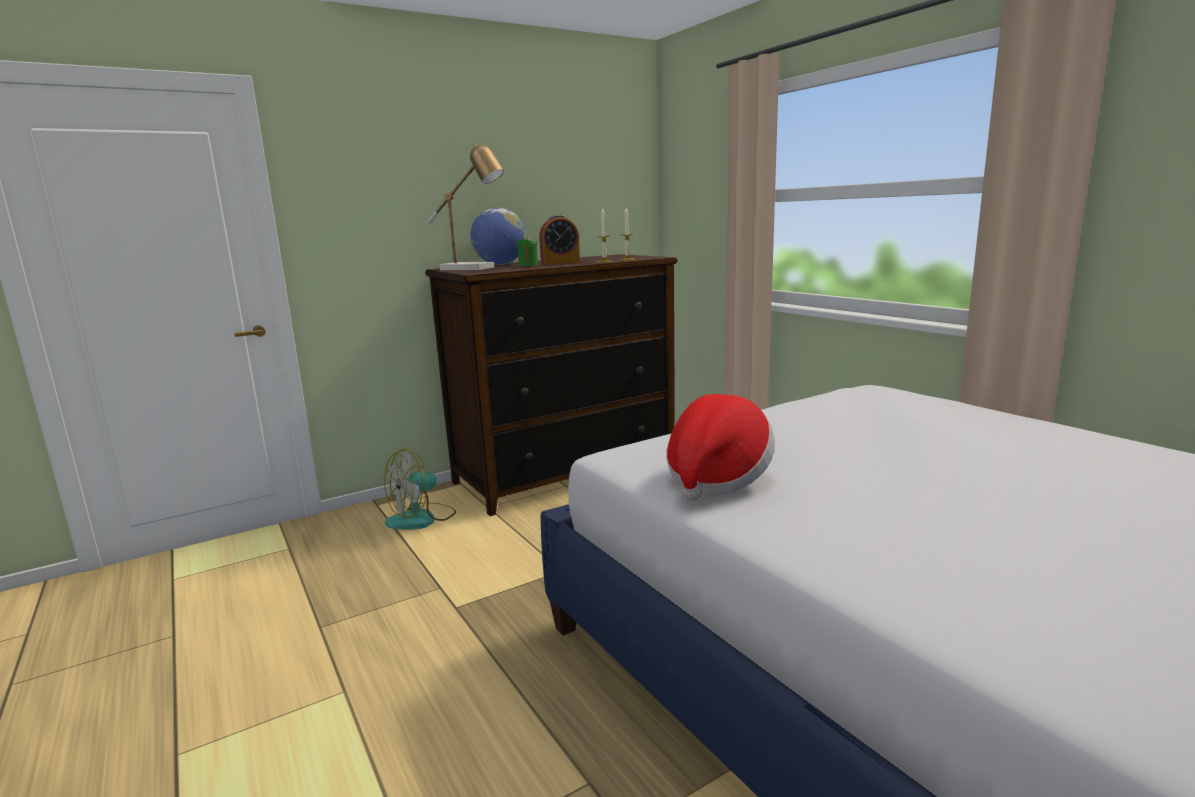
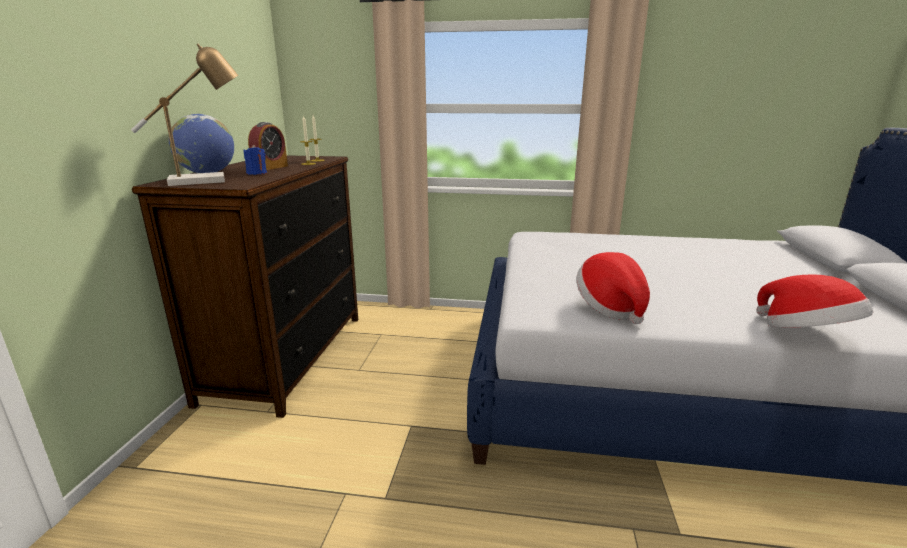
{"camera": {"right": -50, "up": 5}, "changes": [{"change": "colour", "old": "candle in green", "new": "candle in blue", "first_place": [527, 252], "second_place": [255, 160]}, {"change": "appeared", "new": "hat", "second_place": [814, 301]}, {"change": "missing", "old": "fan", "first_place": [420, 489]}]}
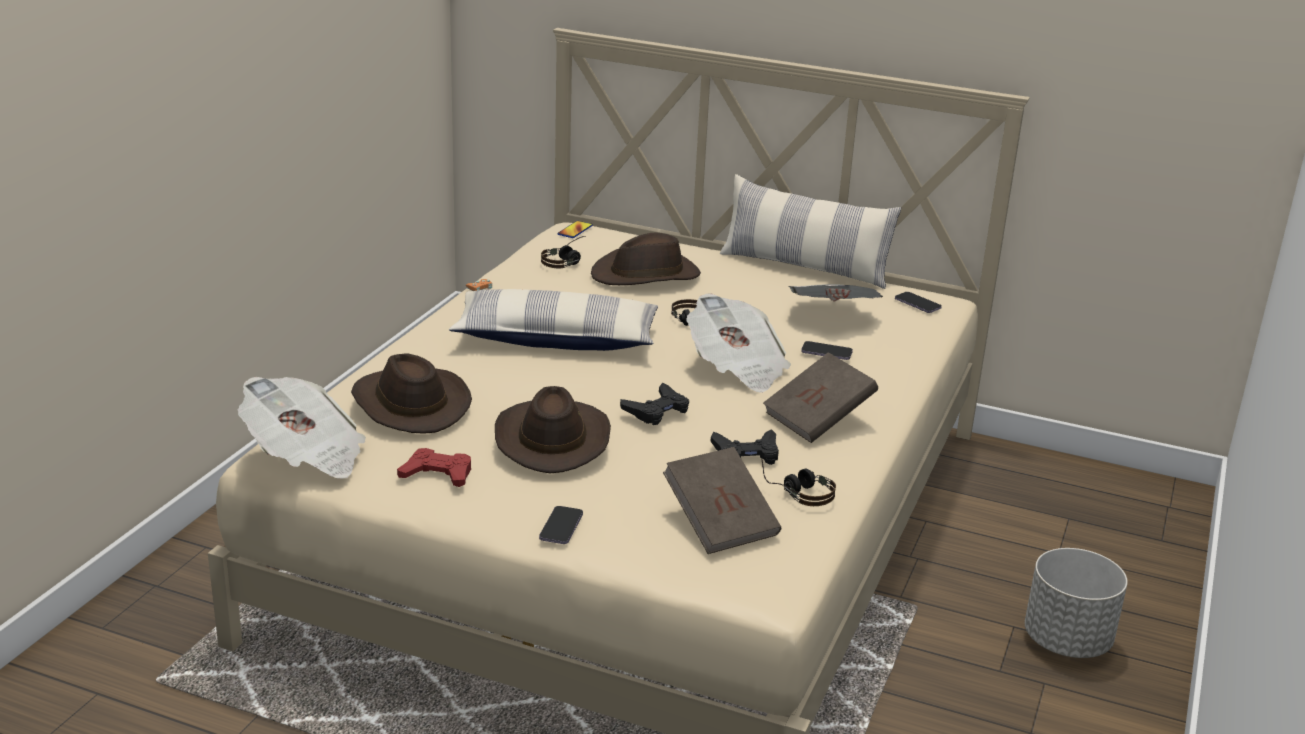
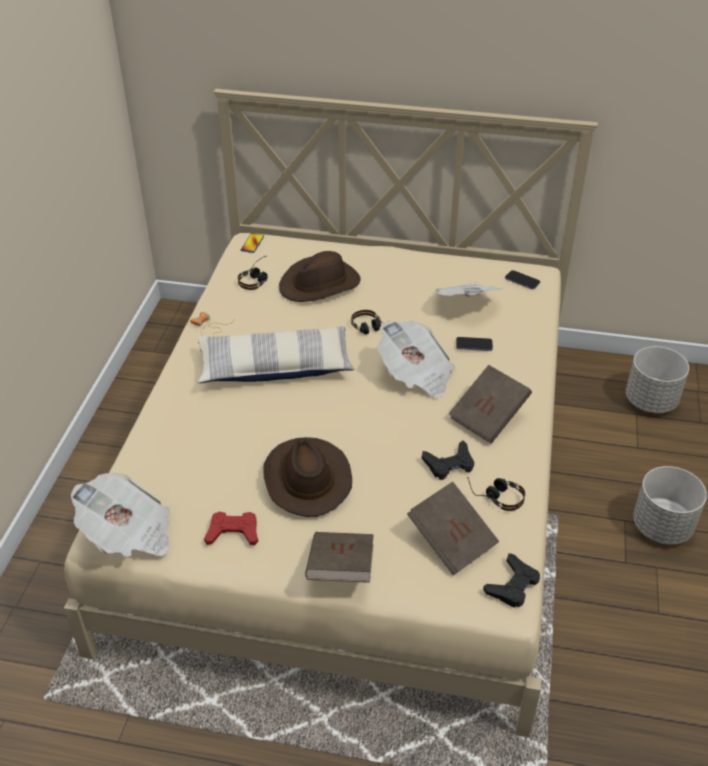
{"camera": {"right": -10, "up": 15}, "changes": [{"change": "exchanged", "old": "phone", "new": "book in brown", "first_place": [561, 525], "second_place": [339, 557]}, {"change": "relocated", "old": "game controller in black", "first_place": [654, 404], "second_place": [511, 580]}, {"change": "appeared", "new": "planter in grey", "second_place": [657, 379]}, {"change": "missing", "old": "hat in brown", "first_place": [411, 393]}, {"change": "missing", "old": "pillow", "first_place": [810, 231]}]}
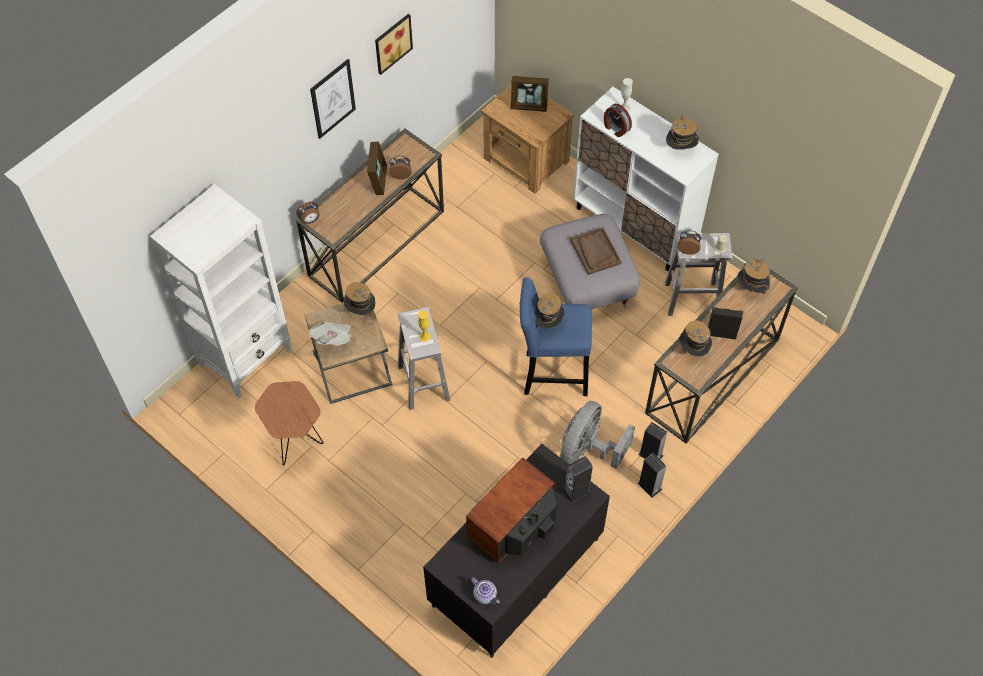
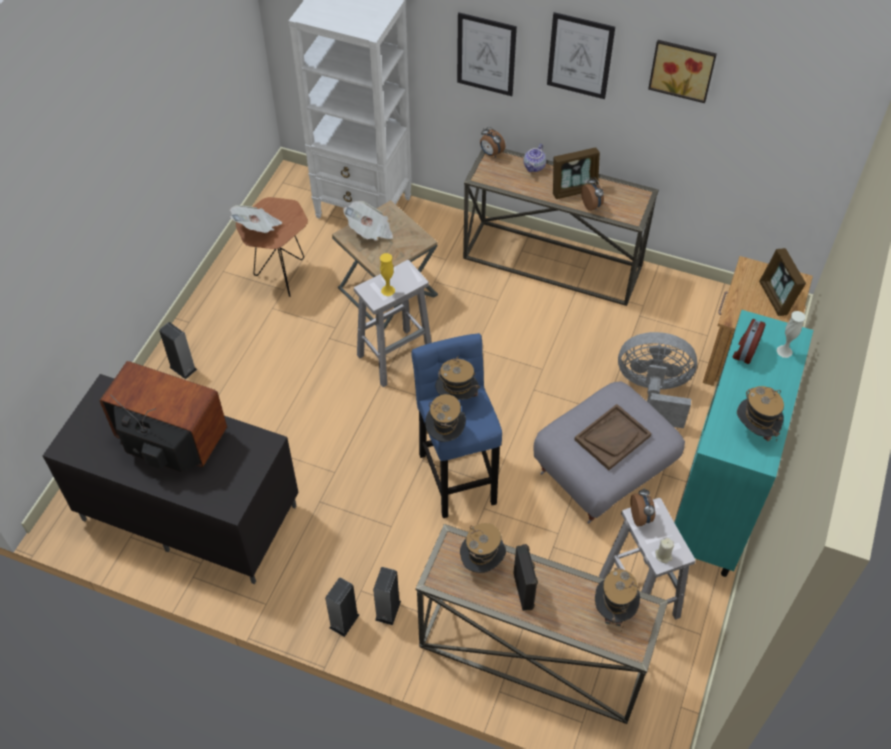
{"camera": {"right": 70, "up": -5}, "changes": [{"change": "relocated", "old": "speaker", "first_place": [578, 479], "second_place": [178, 350]}, {"change": "appeared", "new": "newspaper", "second_place": [256, 219]}, {"change": "relocated", "old": "hat", "first_place": [359, 298], "second_place": [445, 418]}, {"change": "appeared", "new": "picture", "second_place": [487, 54]}, {"change": "relocated", "old": "teapot", "first_place": [485, 591], "second_place": [535, 158]}, {"change": "relocated", "old": "fan in grey", "first_place": [597, 435], "second_place": [657, 380]}, {"change": "colour", "old": "cabinet in white", "new": "cabinet in turquoise", "first_place": [646, 179], "second_place": [743, 443]}]}
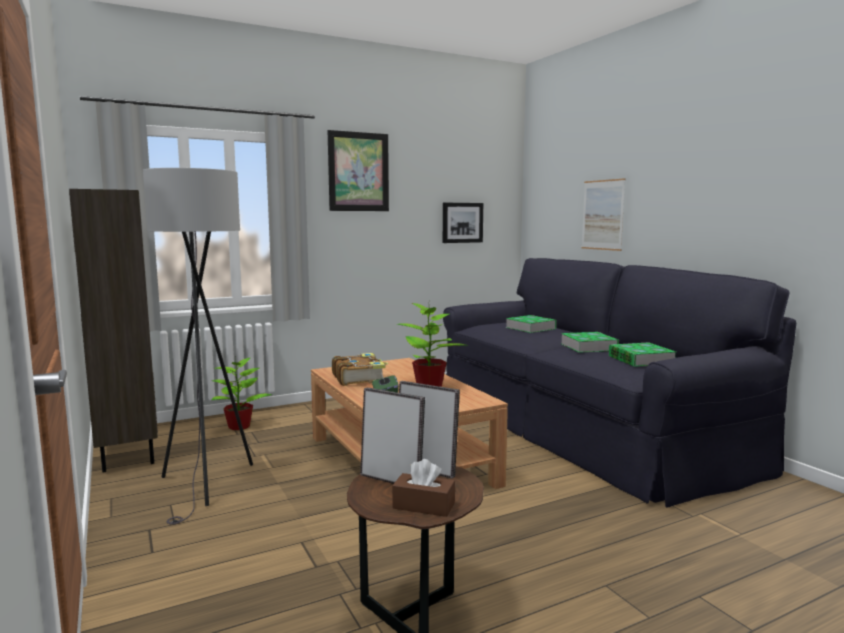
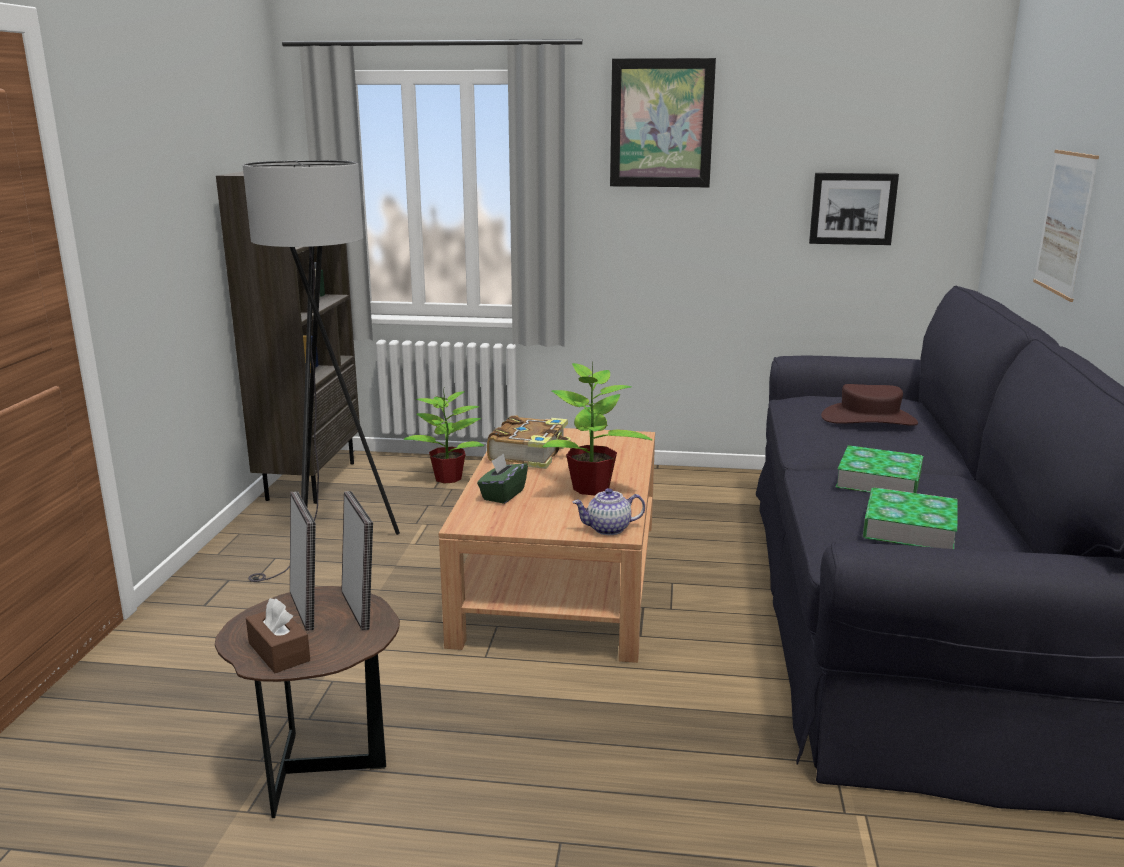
{"camera": {"right": 35, "up": 10}, "changes": [{"change": "appeared", "new": "teapot", "second_place": [609, 511]}, {"change": "exchanged", "old": "book", "new": "hat in brown", "first_place": [531, 324], "second_place": [869, 405]}]}
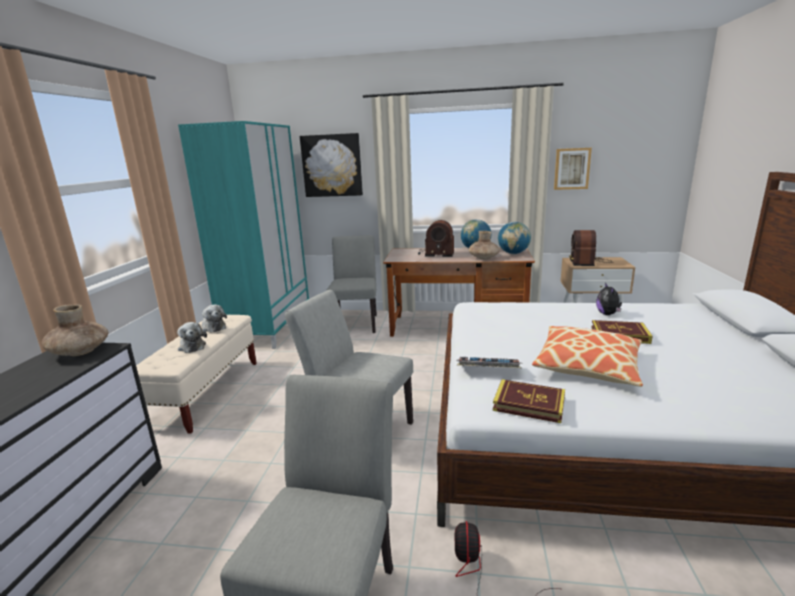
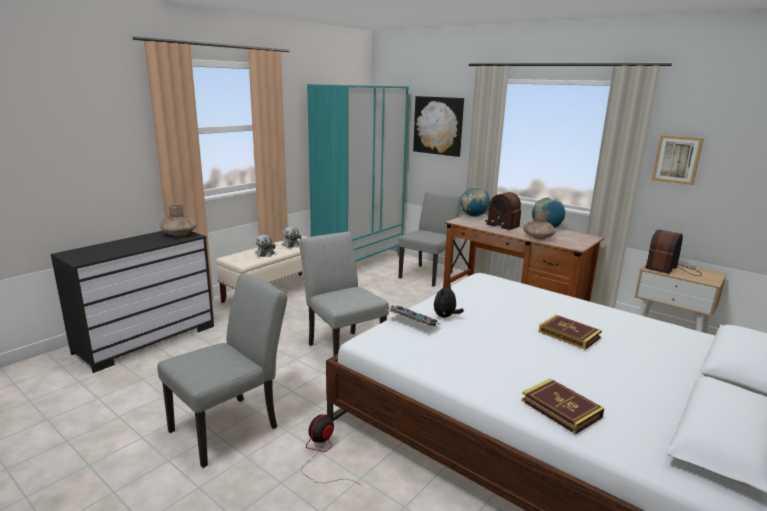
{"camera": {"right": 30, "up": 0}, "changes": [{"change": "relocated", "old": "plush toy", "first_place": [609, 298], "second_place": [449, 301]}, {"change": "relocated", "old": "globe", "first_place": [514, 238], "second_place": [475, 202]}, {"change": "relocated", "old": "book", "first_place": [529, 401], "second_place": [563, 406]}, {"change": "missing", "old": "pillow", "first_place": [587, 356]}]}
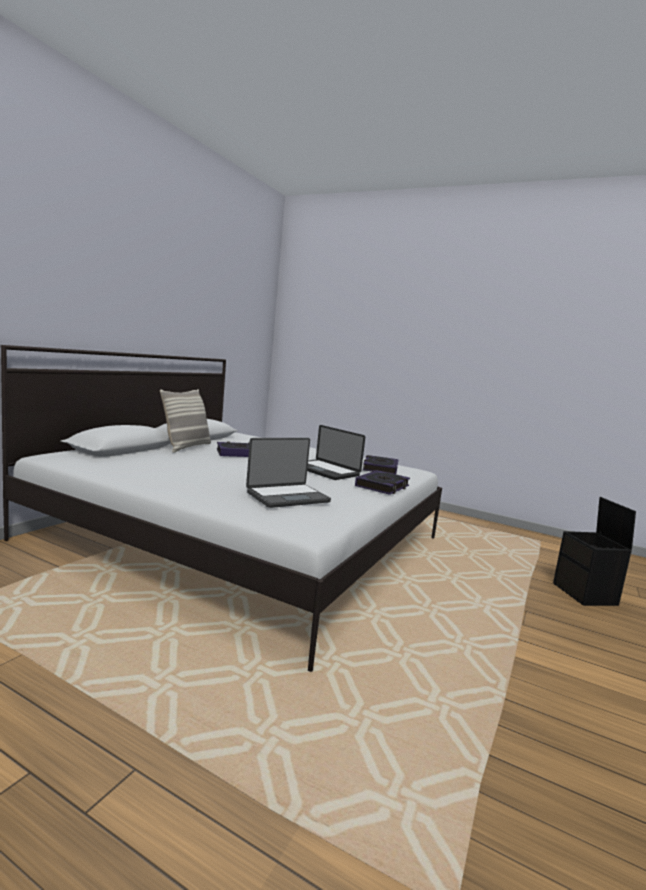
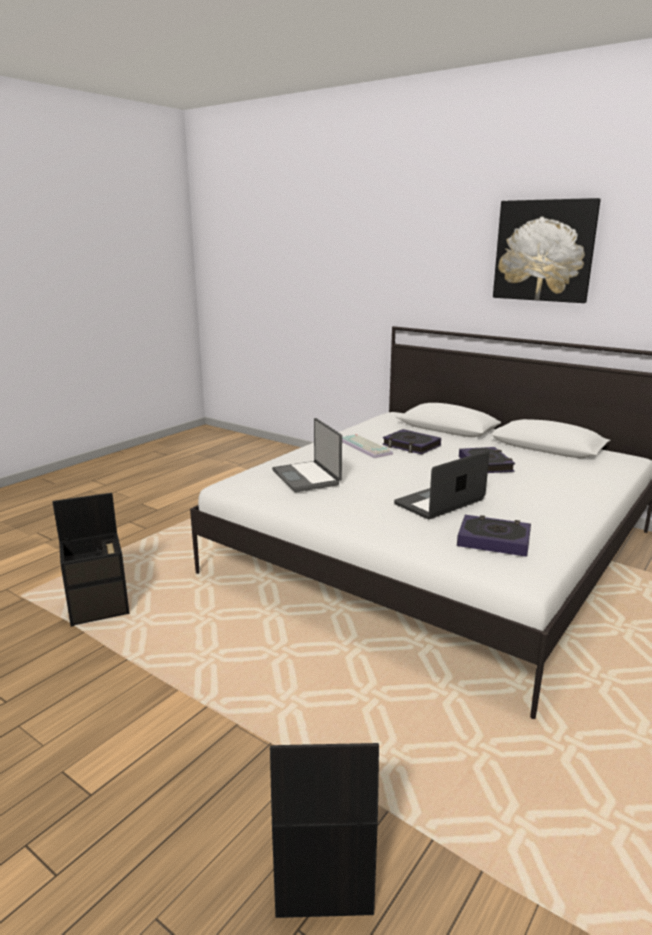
{"camera": {"right": 100, "up": 10}, "changes": [{"change": "appeared", "new": "storage box in black", "second_place": [90, 560]}, {"change": "appeared", "new": "keyboard", "second_place": [367, 446]}, {"change": "relocated", "old": "book", "first_place": [382, 482], "second_place": [411, 442]}, {"change": "appeared", "new": "picture", "second_place": [547, 250]}, {"change": "missing", "old": "pillow", "first_place": [185, 421]}]}
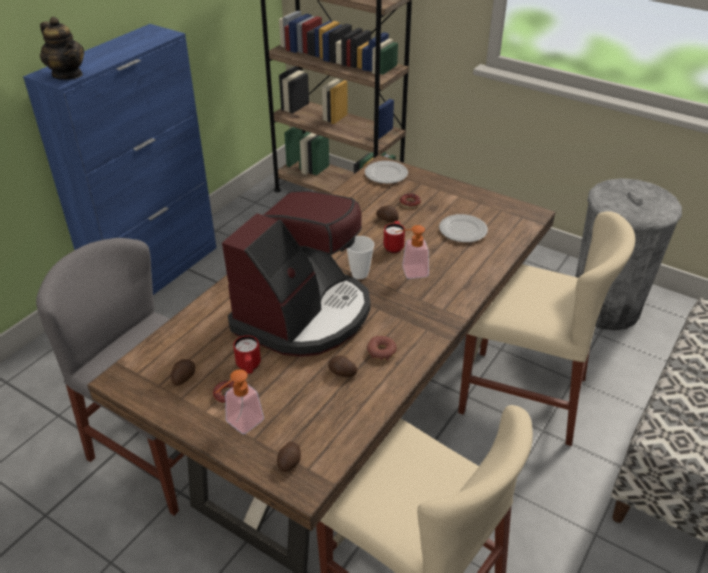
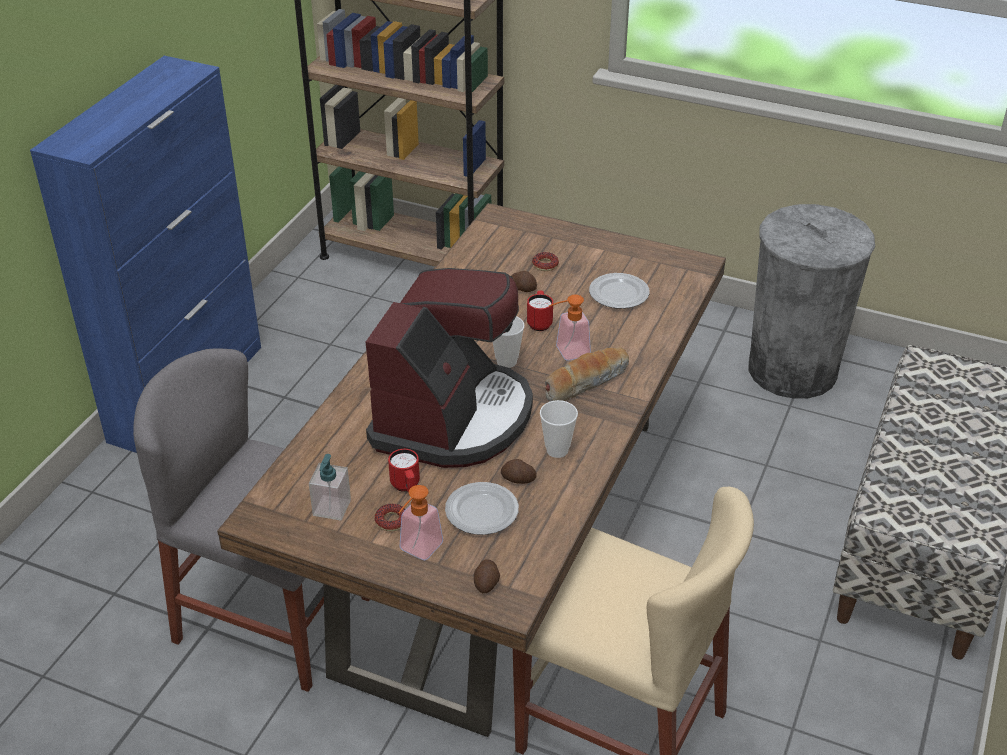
{"camera": {"right": -10, "up": 0}, "changes": [{"change": "exchanged", "old": "potato", "new": "soap dispenser", "first_place": [183, 372], "second_place": [330, 487]}, {"change": "relocated", "old": "plate", "first_place": [386, 172], "second_place": [482, 508]}, {"change": "exchanged", "old": "donut", "new": "cup", "first_place": [382, 348], "second_place": [559, 429]}, {"change": "appeared", "new": "bread", "second_place": [587, 374]}, {"change": "missing", "old": "teapot", "first_place": [62, 48]}, {"change": "missing", "old": "chair in beige", "first_place": [546, 328]}]}
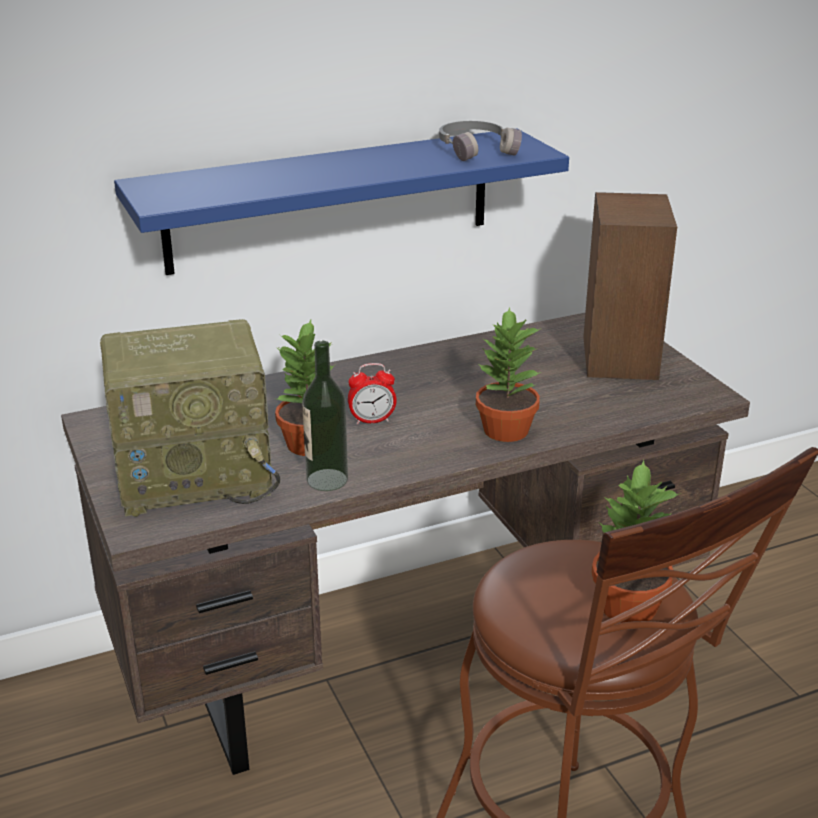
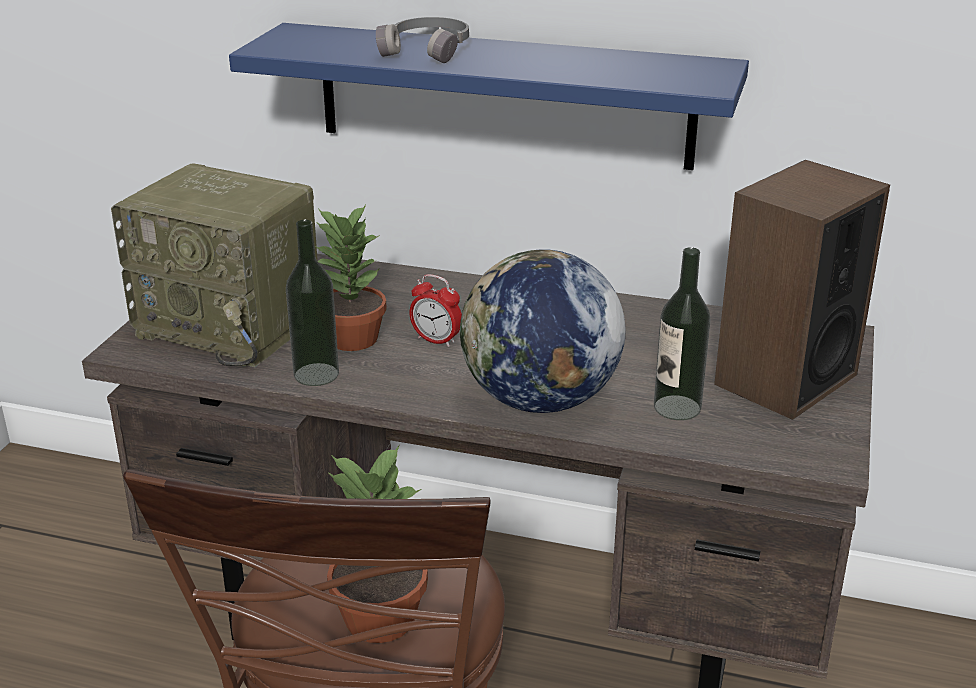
{"camera": {"right": 40, "up": 0}, "changes": [{"change": "relocated", "old": "headphones in grey", "first_place": [480, 141], "second_place": [422, 40]}, {"change": "exchanged", "old": "potted plant", "new": "globe", "first_place": [508, 374], "second_place": [543, 331]}, {"change": "appeared", "new": "bottle", "second_place": [682, 333]}]}
